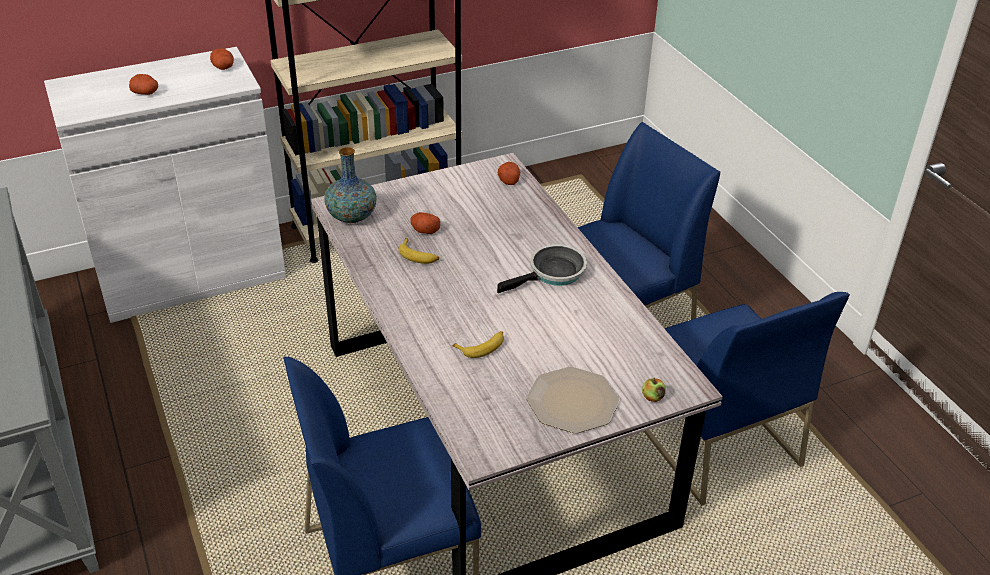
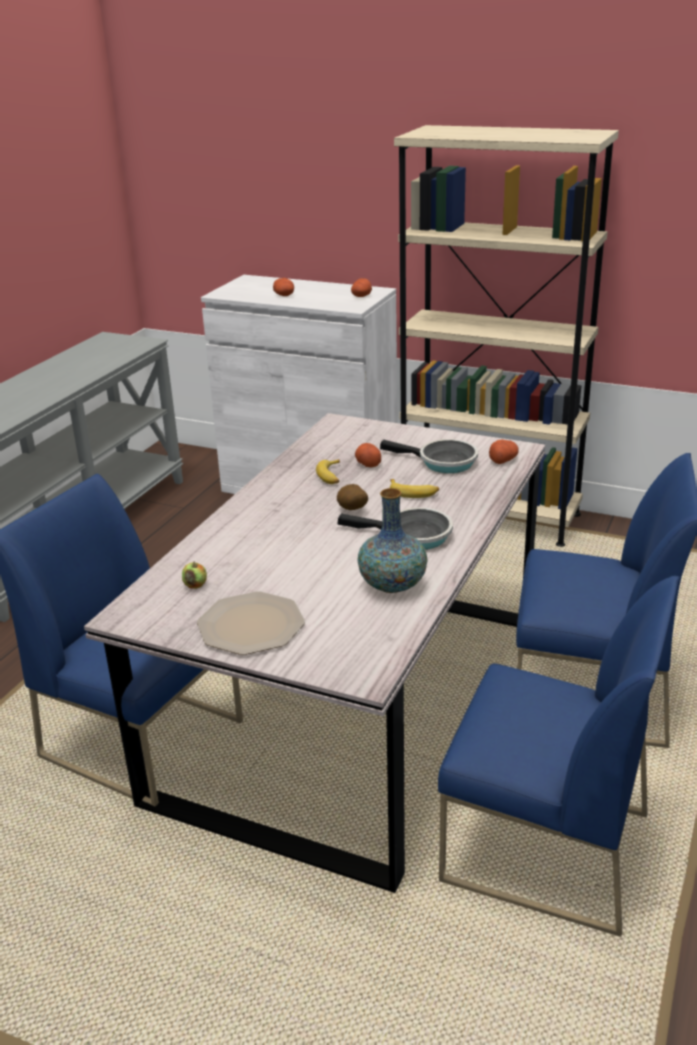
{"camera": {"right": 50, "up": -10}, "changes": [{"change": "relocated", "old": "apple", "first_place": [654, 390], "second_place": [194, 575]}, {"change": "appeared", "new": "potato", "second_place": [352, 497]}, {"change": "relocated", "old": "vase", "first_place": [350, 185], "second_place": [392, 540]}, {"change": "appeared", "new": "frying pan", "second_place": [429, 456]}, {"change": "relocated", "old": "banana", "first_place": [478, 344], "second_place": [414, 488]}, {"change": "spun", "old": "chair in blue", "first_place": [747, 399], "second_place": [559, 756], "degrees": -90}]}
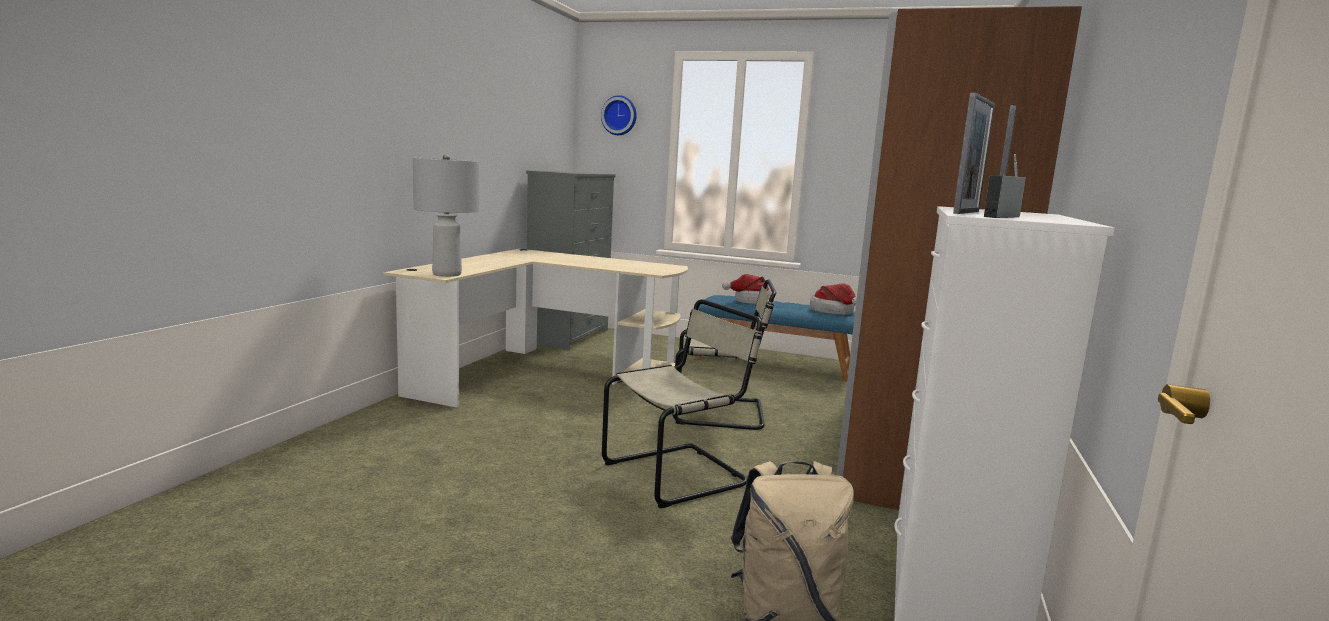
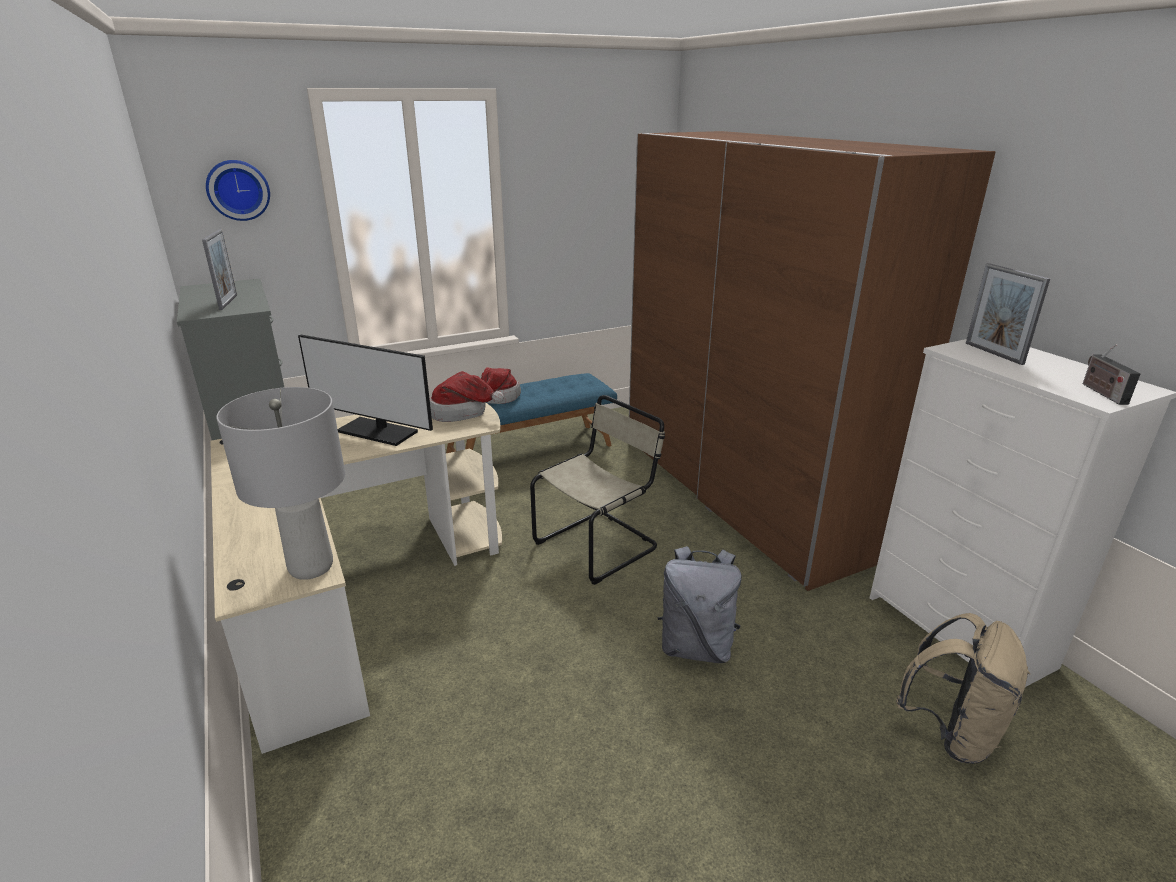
{"camera": {"right": -45, "up": 15}, "changes": [{"change": "relocated", "old": "picture frame", "first_place": [974, 153], "second_place": [219, 269]}, {"change": "appeared", "new": "monitor", "second_place": [365, 390]}, {"change": "relocated", "old": "hat", "first_place": [833, 299], "second_place": [467, 396]}, {"change": "exchanged", "old": "chair in beige", "new": "backpack in grey", "first_place": [682, 403], "second_place": [700, 604]}]}
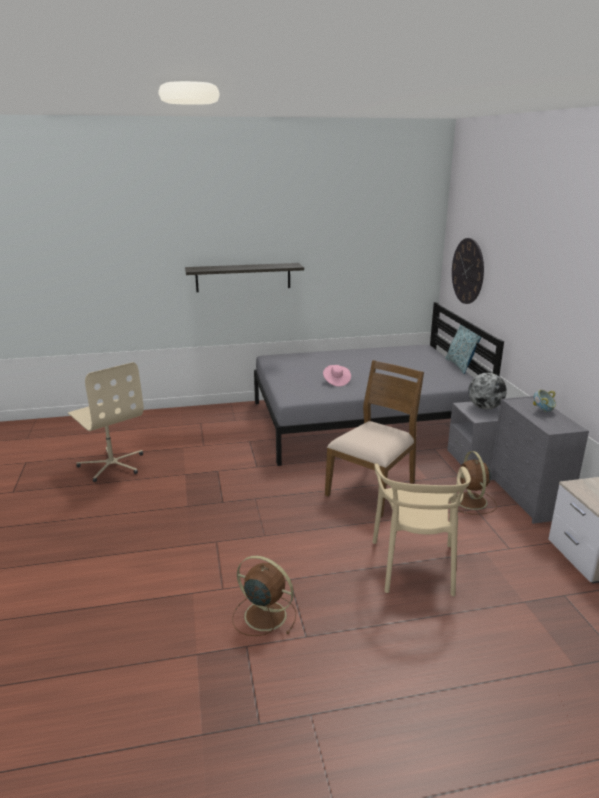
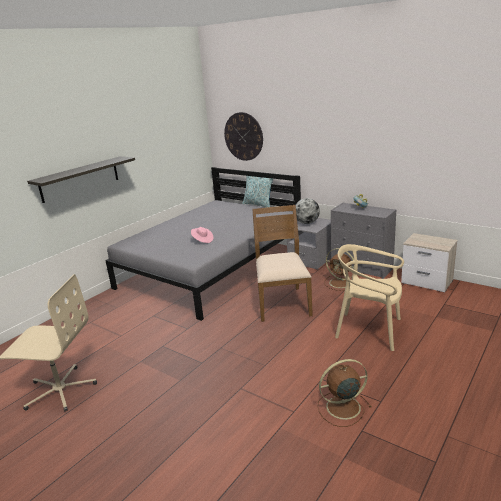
{"camera": {"right": -40, "up": 0}, "changes": [{"change": "spun", "old": "chair in beige", "first_place": [422, 530], "second_place": [369, 297], "degrees": 150}]}
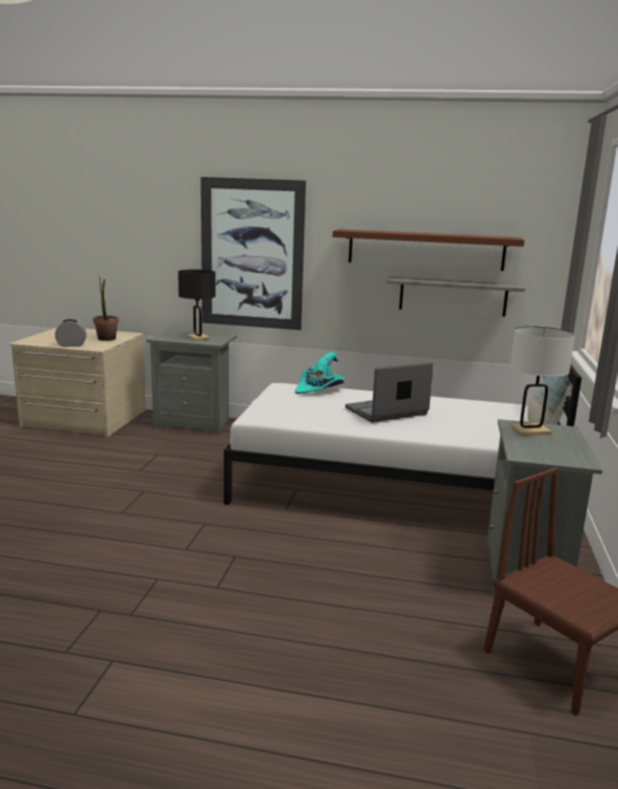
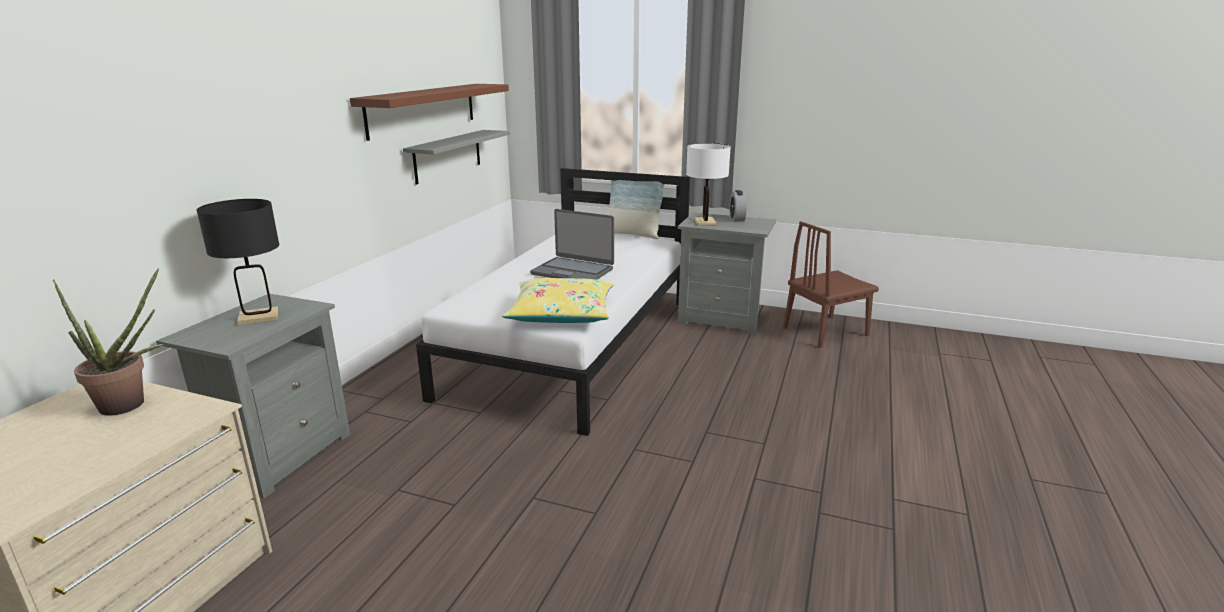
{"camera": {"right": -80, "up": 5}, "changes": [{"change": "appeared", "new": "pillow in yellow", "second_place": [558, 300]}, {"change": "spun", "old": "laptop", "first_place": [389, 392], "second_place": [572, 244], "degrees": -45}, {"change": "relocated", "old": "alarm clock", "first_place": [70, 333], "second_place": [738, 206]}, {"change": "missing", "old": "picture", "first_place": [253, 253]}, {"change": "missing", "old": "hat in turquoise", "first_place": [319, 373]}]}
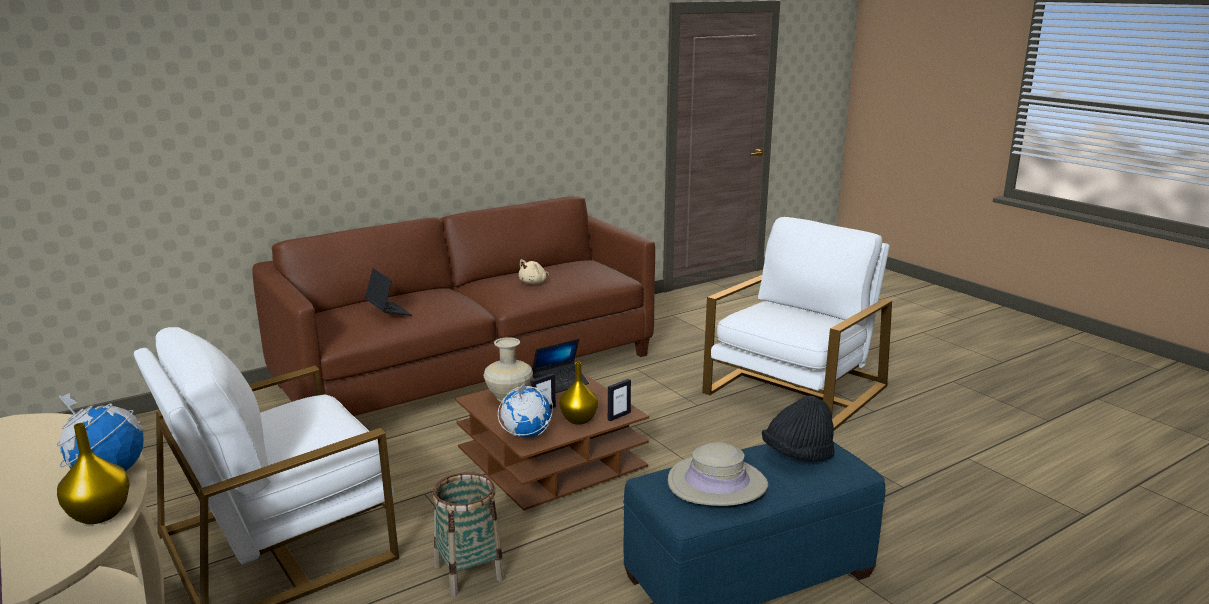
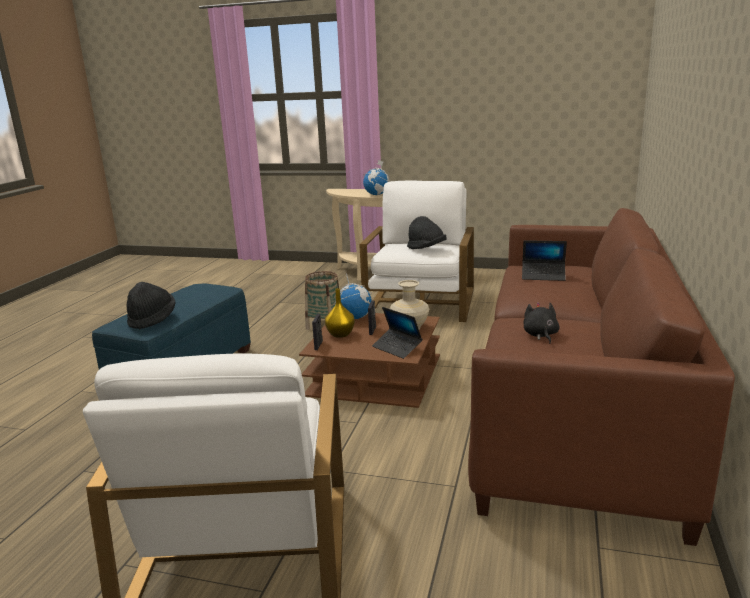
{"camera": {"right": 140, "up": 0}, "changes": [{"change": "spun", "old": "laptop", "first_place": [560, 366], "second_place": [397, 333], "degrees": -60}, {"change": "appeared", "new": "hat in black", "second_place": [427, 232]}, {"change": "colour", "old": "plush toy in beige", "new": "plush toy in black", "first_place": [533, 272], "second_place": [542, 323]}, {"change": "missing", "old": "vase in yellow", "first_place": [93, 473]}, {"change": "missing", "old": "hat in beige", "first_place": [718, 474]}]}
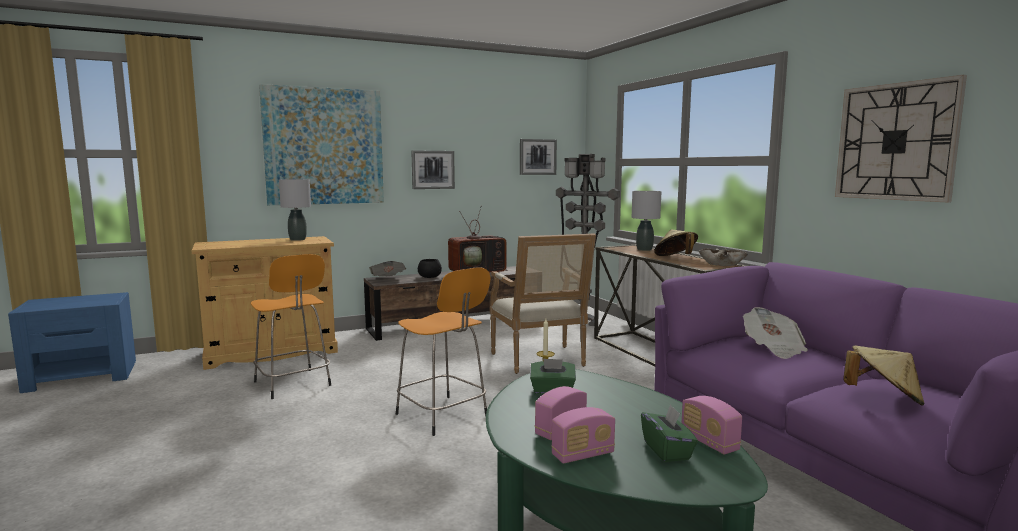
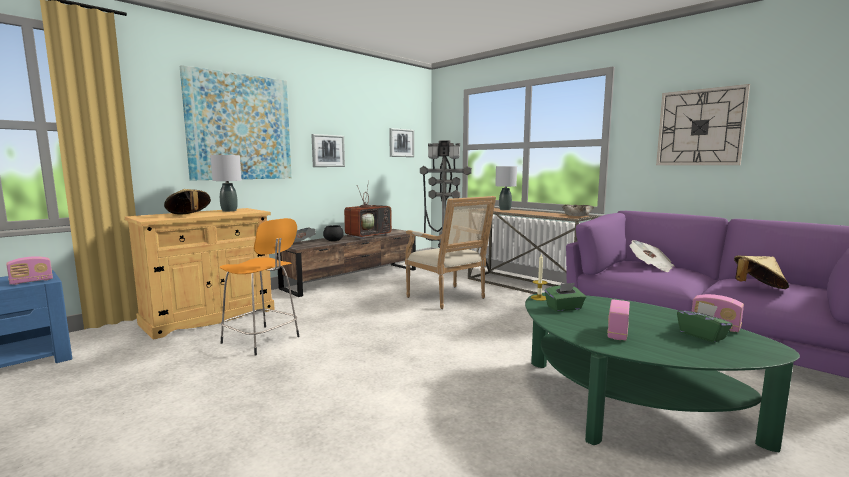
{"camera": {"right": -20, "up": 0}, "changes": [{"change": "relocated", "old": "radio", "first_place": [583, 435], "second_place": [29, 270]}, {"change": "relocated", "old": "hat in beige", "first_place": [676, 242], "second_place": [187, 201]}, {"change": "missing", "old": "stool in orange", "first_place": [443, 351]}]}
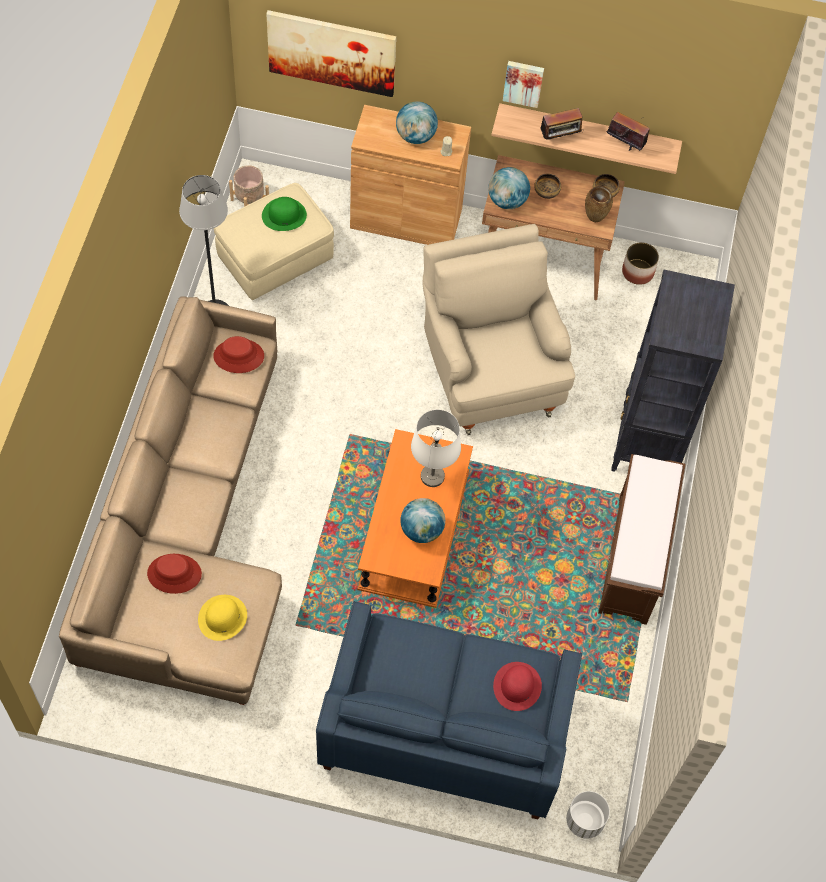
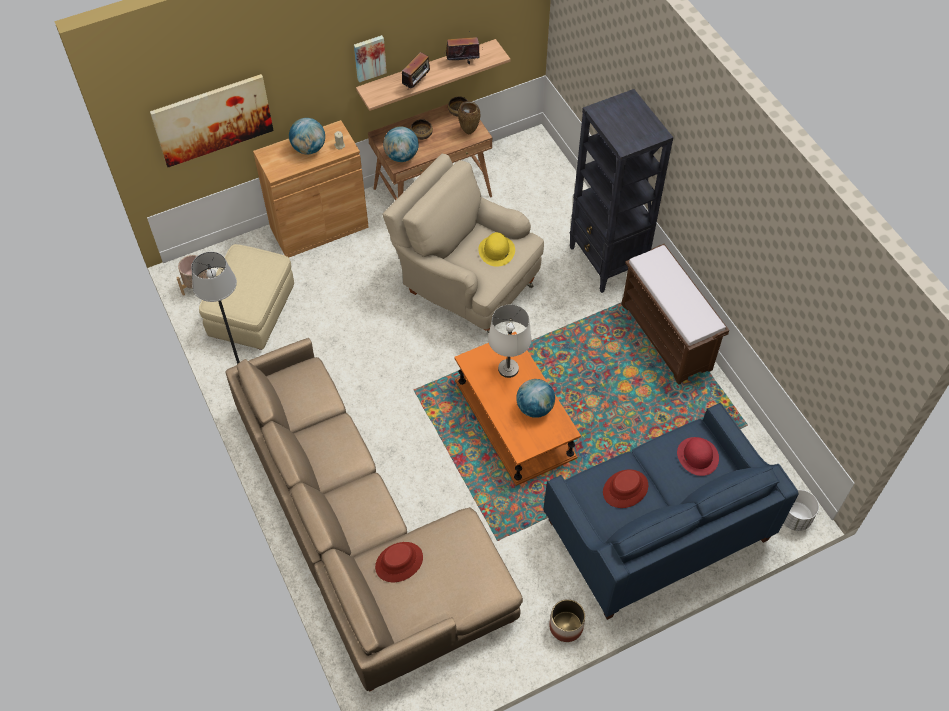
{"camera": {"right": -35, "up": -5}, "changes": [{"change": "relocated", "old": "hat in yellow", "first_place": [222, 618], "second_place": [496, 249]}, {"change": "relocated", "old": "planter", "first_place": [640, 263], "second_place": [567, 620]}, {"change": "relocated", "old": "hat in red", "first_place": [239, 354], "second_place": [625, 488]}, {"change": "missing", "old": "hat in green", "first_place": [284, 214]}]}
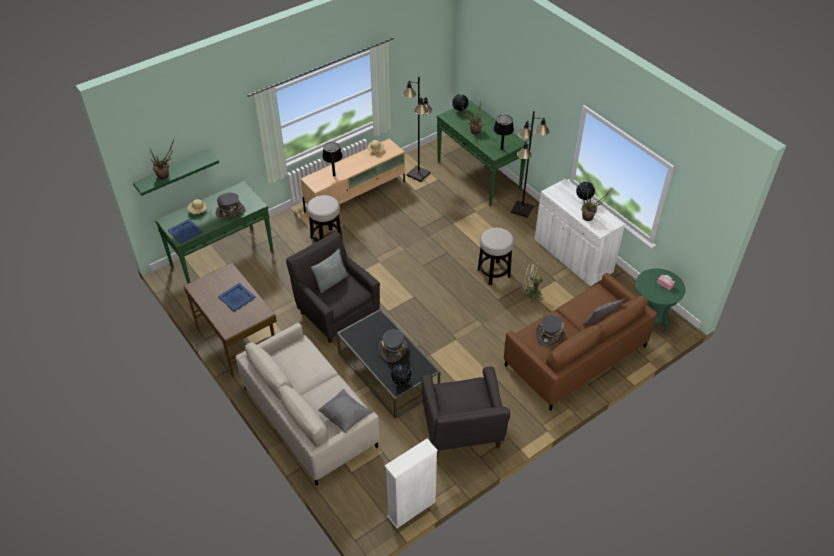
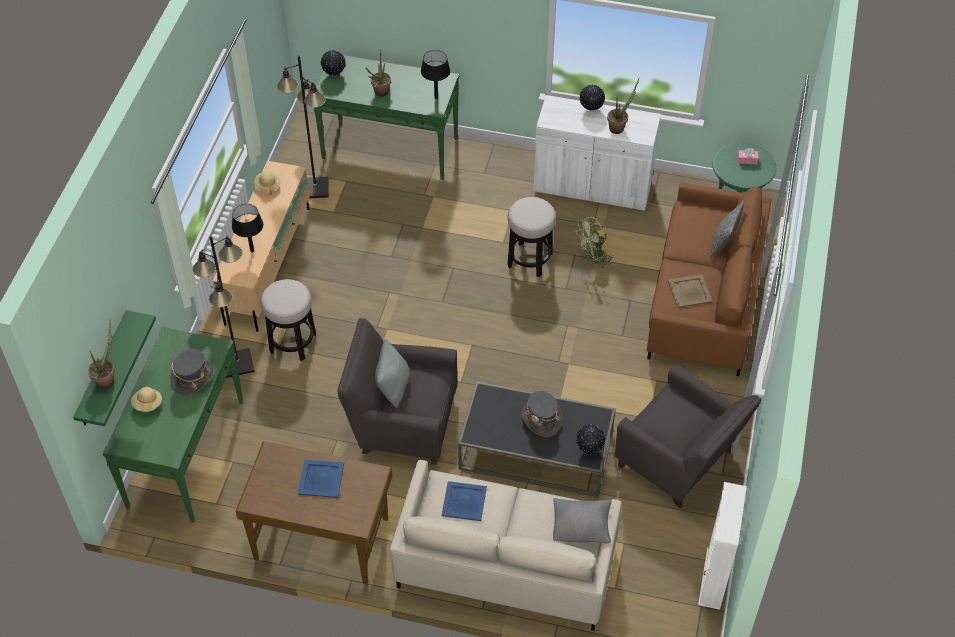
{"camera": {"right": -40, "up": 5}, "changes": [{"change": "relocated", "old": "floor lamp in black", "first_place": [530, 164], "second_place": [224, 307]}, {"change": "relocated", "old": "tray in blue", "first_place": [185, 231], "second_place": [464, 501]}, {"change": "exchanged", "old": "hat in grey", "new": "tray in beige", "first_place": [550, 331], "second_place": [690, 291]}]}
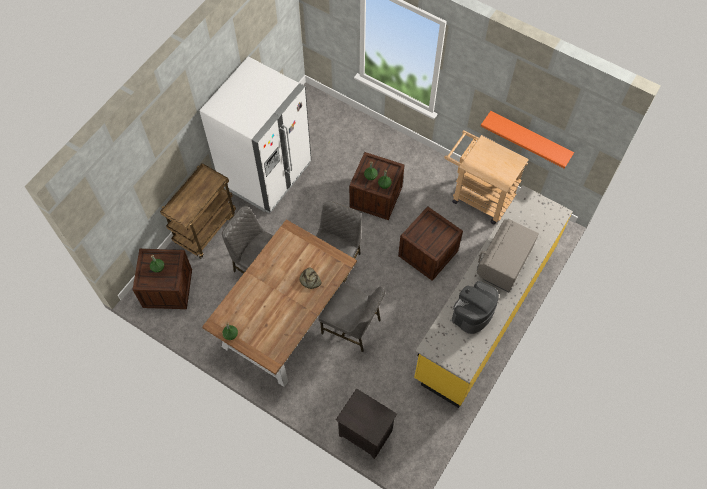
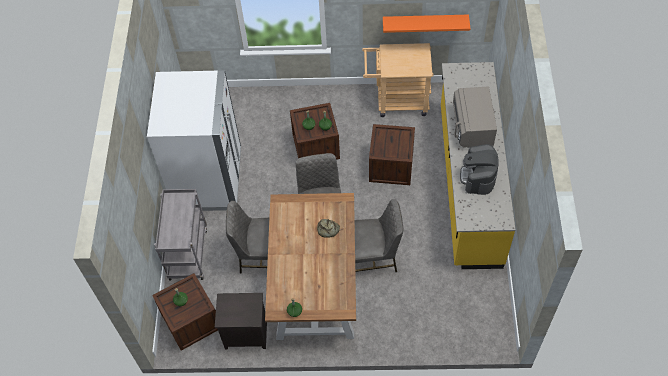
{"camera": {"right": -30, "up": -5}, "changes": [{"change": "colour", "old": "cart in brown", "new": "cart in grey", "first_place": [198, 211], "second_place": [180, 235]}, {"change": "relocated", "old": "nightstand in black", "first_place": [366, 423], "second_place": [241, 321]}]}
